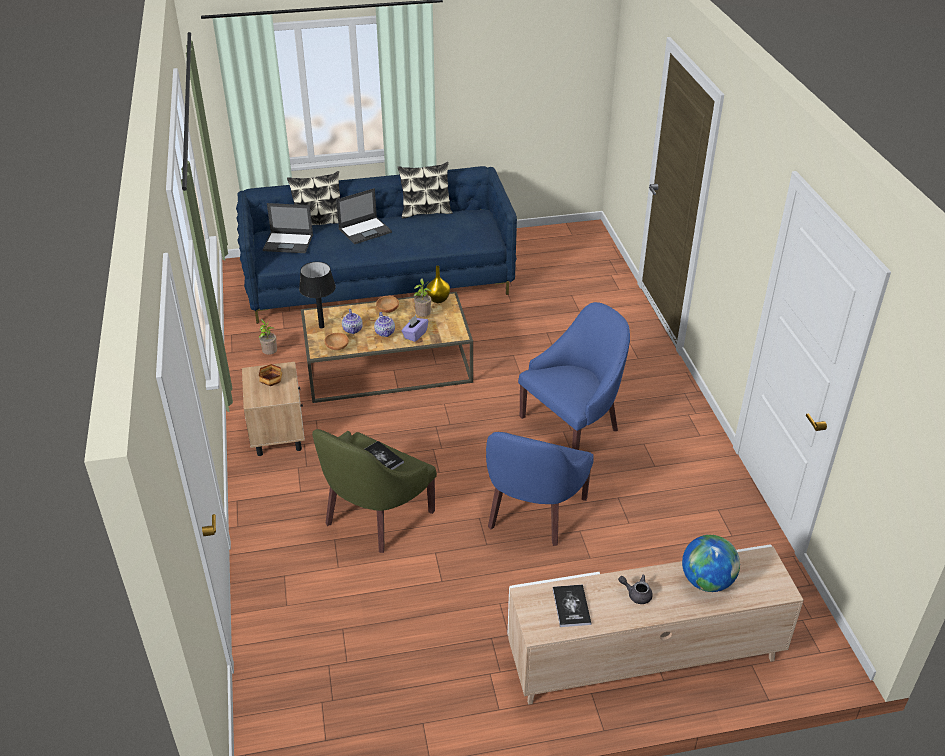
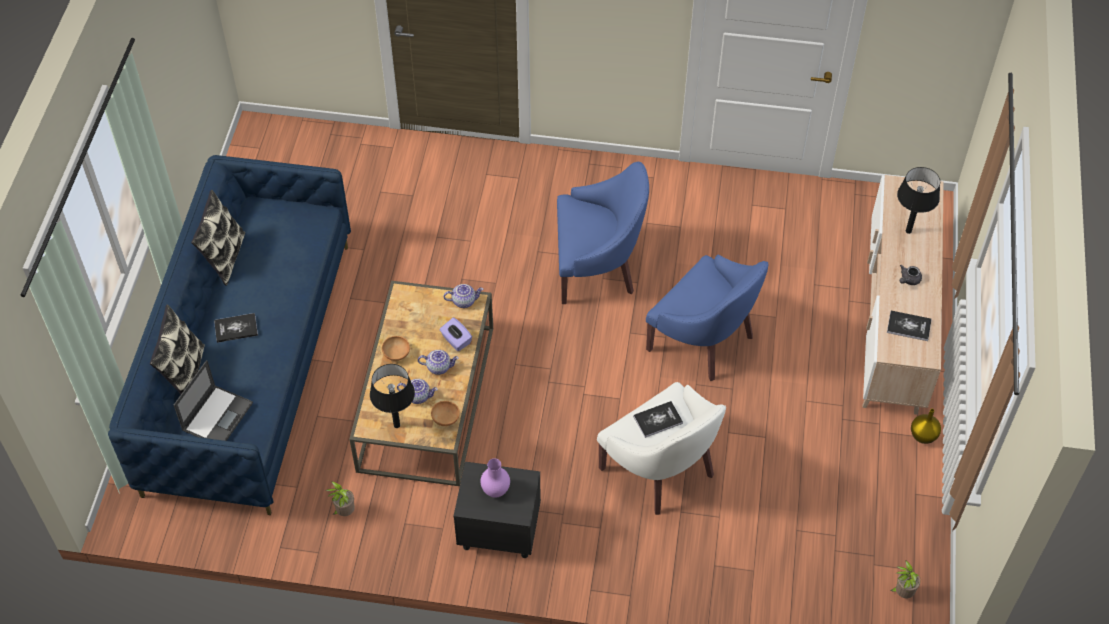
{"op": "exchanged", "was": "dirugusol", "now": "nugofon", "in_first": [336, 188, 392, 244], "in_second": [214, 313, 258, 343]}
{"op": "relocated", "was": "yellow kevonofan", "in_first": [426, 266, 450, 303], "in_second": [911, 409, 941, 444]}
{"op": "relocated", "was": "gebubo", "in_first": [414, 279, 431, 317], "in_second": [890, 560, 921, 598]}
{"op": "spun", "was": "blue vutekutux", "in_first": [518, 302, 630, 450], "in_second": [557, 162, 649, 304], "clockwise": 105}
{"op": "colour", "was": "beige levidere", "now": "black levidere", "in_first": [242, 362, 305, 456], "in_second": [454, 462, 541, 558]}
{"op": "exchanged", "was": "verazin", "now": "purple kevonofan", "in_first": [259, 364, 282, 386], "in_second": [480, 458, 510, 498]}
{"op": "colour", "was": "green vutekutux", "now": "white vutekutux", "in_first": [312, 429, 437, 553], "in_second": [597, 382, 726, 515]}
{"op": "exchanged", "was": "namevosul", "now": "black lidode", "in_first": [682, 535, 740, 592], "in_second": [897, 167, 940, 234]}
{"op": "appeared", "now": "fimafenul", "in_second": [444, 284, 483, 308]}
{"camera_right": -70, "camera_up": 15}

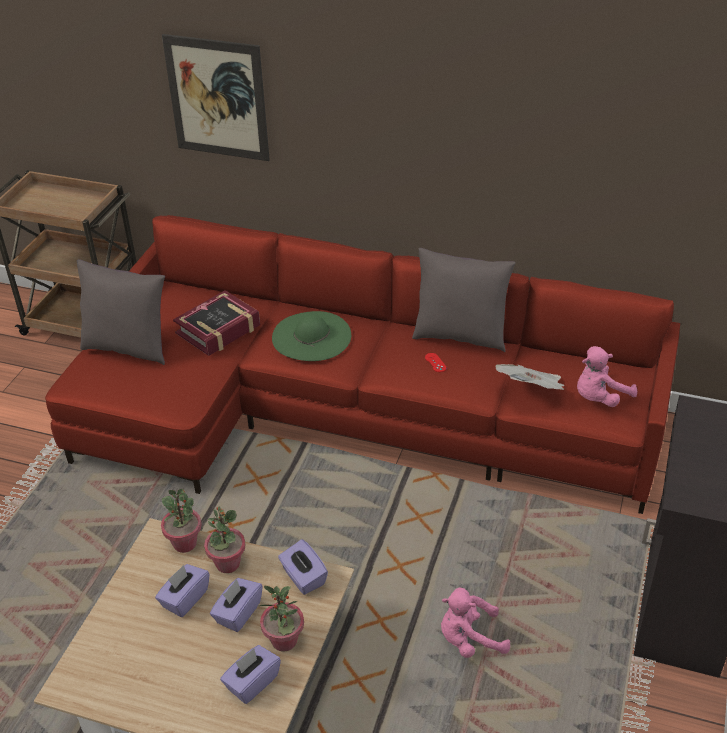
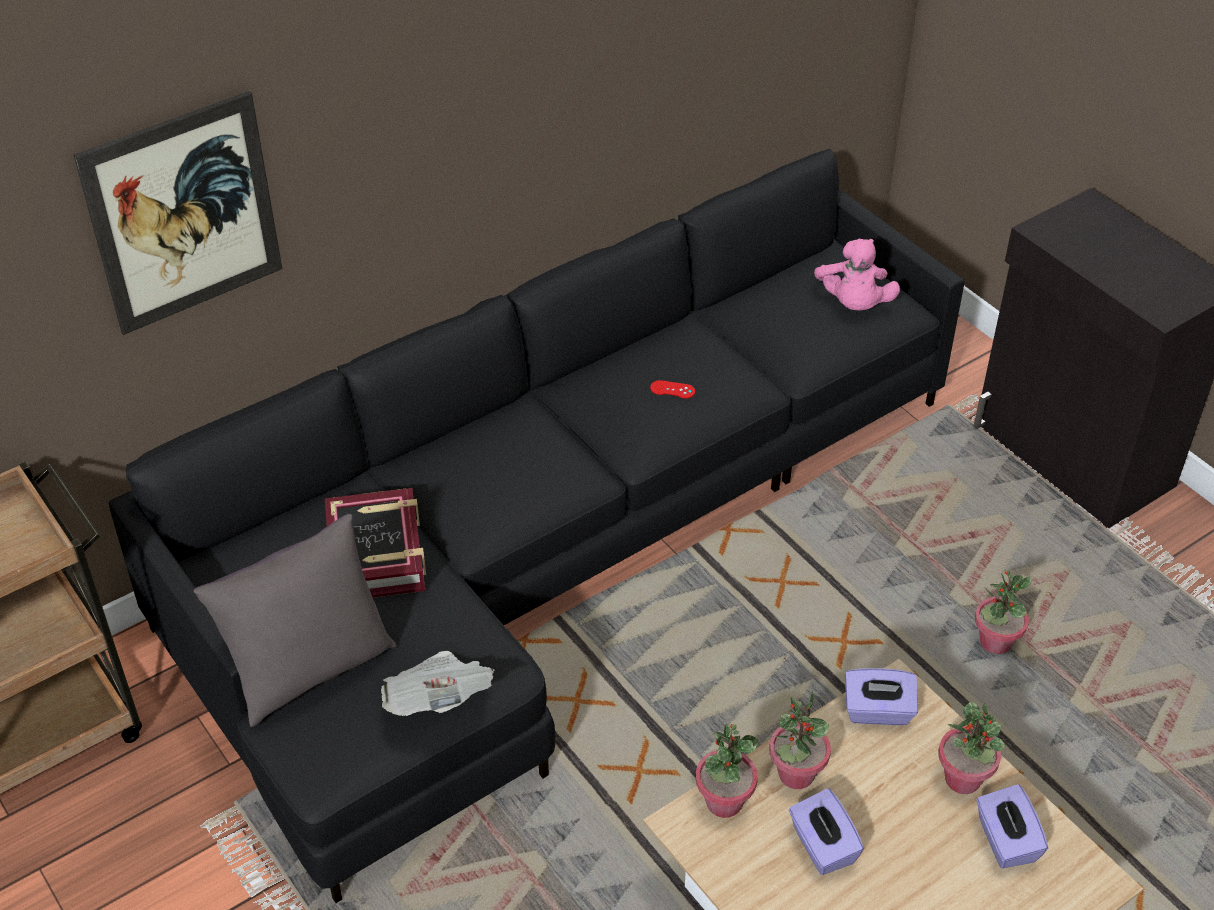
{"op": "colour", "was": "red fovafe", "now": "black fovafe", "in_first": [45, 215, 680, 514], "in_second": [109, 148, 965, 903]}
{"op": "missing", "was": "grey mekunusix", "in_first": [412, 248, 516, 352]}
{"op": "missing", "was": "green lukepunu", "in_first": [272, 311, 351, 361]}
{"op": "relocated", "was": "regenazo", "in_first": [495, 364, 564, 390], "in_second": [381, 651, 494, 716]}
{"op": "missing", "was": "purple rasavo", "in_first": [210, 578, 263, 632]}
{"op": "exchanged", "was": "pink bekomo", "now": "gebubo", "in_first": [441, 588, 510, 658], "in_second": [975, 570, 1031, 654]}
{"camera_right": -55, "camera_up": 5}

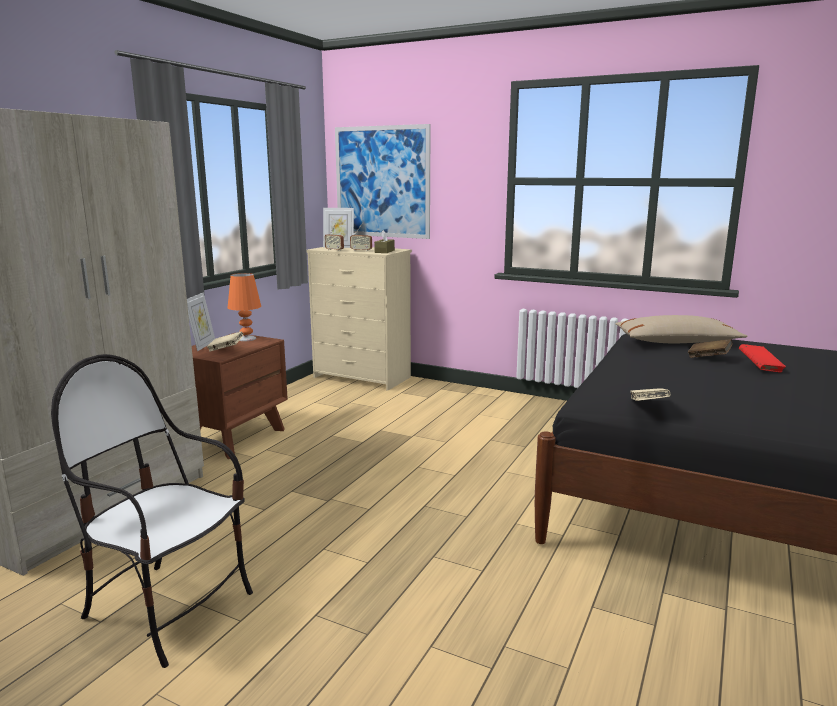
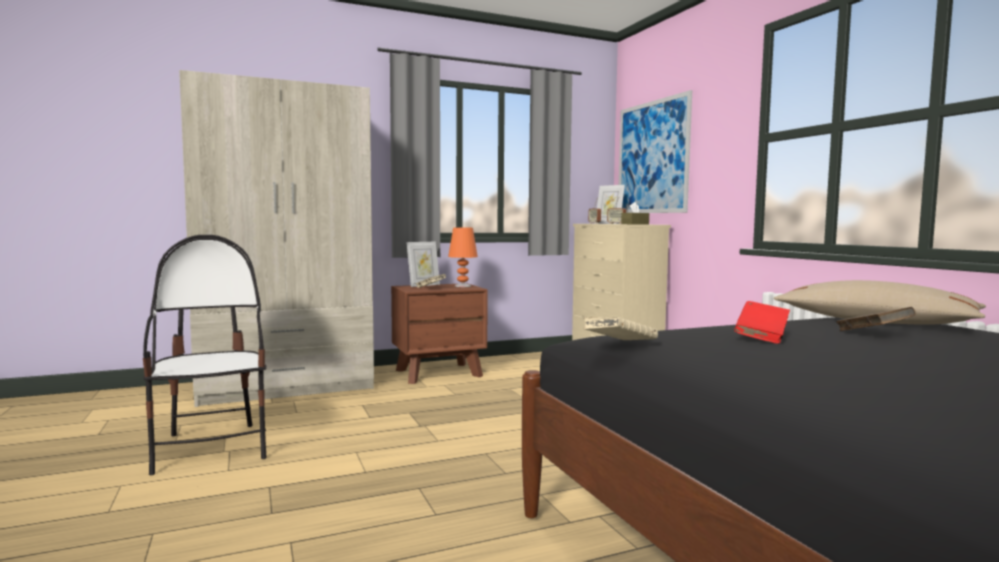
{"op": "relocated", "was": "red nugofon", "in_first": [739, 344, 786, 373], "in_second": [734, 301, 790, 344]}
{"camera_right": 40, "camera_up": -10}

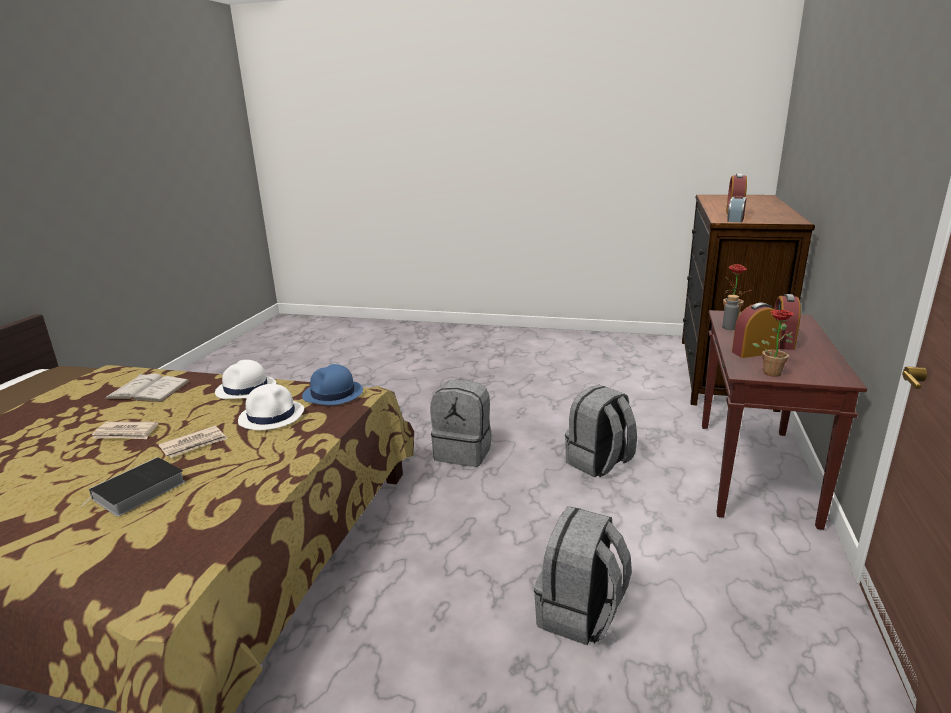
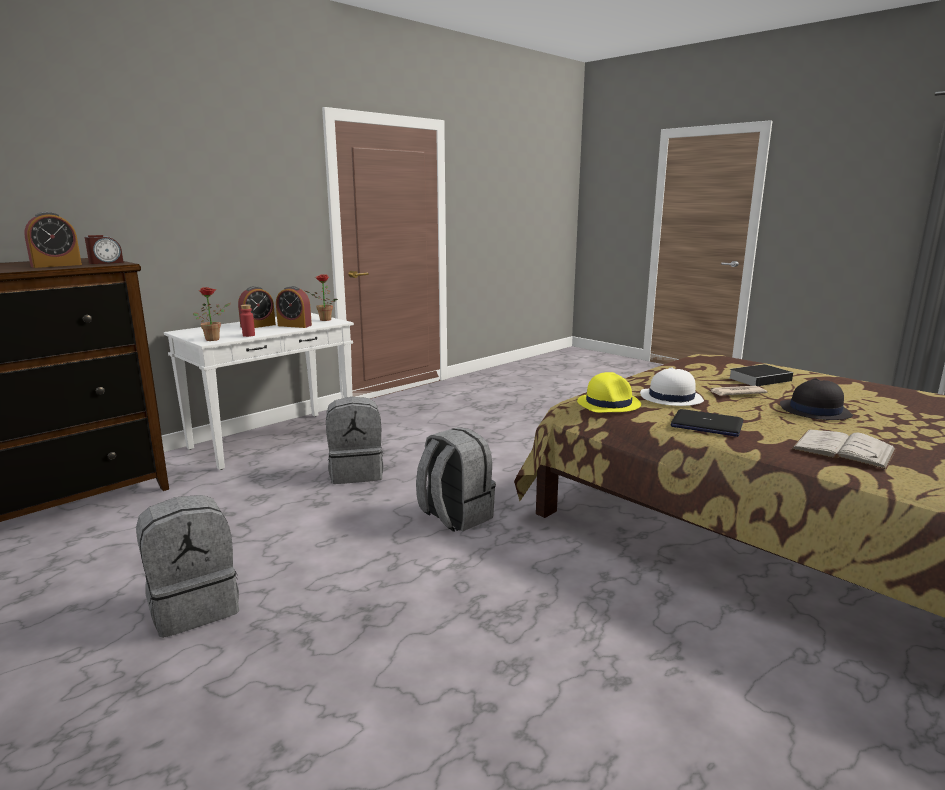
{"op": "colour", "was": "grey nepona", "now": "red nepona", "in_first": [722, 295, 739, 330], "in_second": [241, 304, 255, 337]}
{"op": "colour", "was": "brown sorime", "now": "white sorime", "in_first": [702, 310, 867, 530], "in_second": [164, 313, 354, 470]}
{"op": "exchanged", "was": "white lukepunu", "now": "dirugusol", "in_first": [215, 360, 276, 399], "in_second": [670, 409, 743, 437]}
{"op": "colour", "was": "blue lukepunu", "now": "yellow lukepunu", "in_first": [302, 364, 363, 405], "in_second": [577, 372, 641, 413]}
{"op": "exchanged", "was": "regenazo", "now": "black lukepunu", "in_first": [92, 422, 158, 439], "in_second": [780, 378, 853, 420]}
{"op": "relocated", "was": "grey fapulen", "in_first": [534, 506, 632, 645], "in_second": [136, 495, 239, 638]}
{"camera_right": -150, "camera_up": -5}

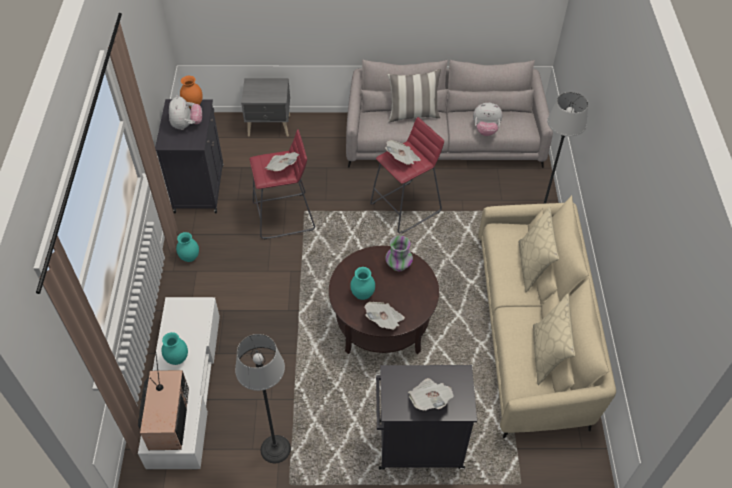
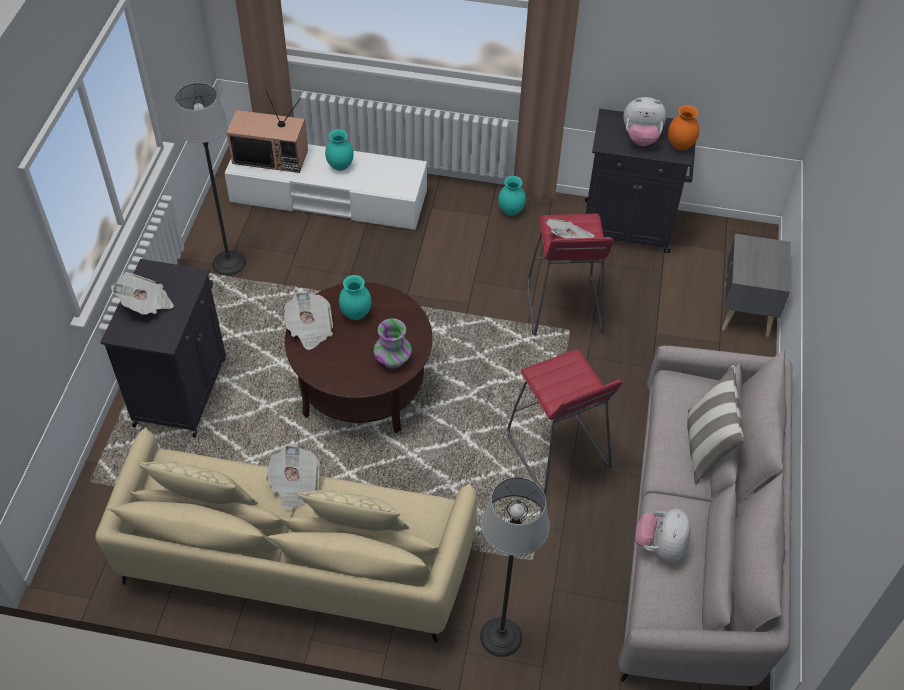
{"op": "relocated", "was": "regenazo", "in_first": [385, 140, 421, 165], "in_second": [266, 444, 320, 510]}
{"camera_right": 100, "camera_up": 0}

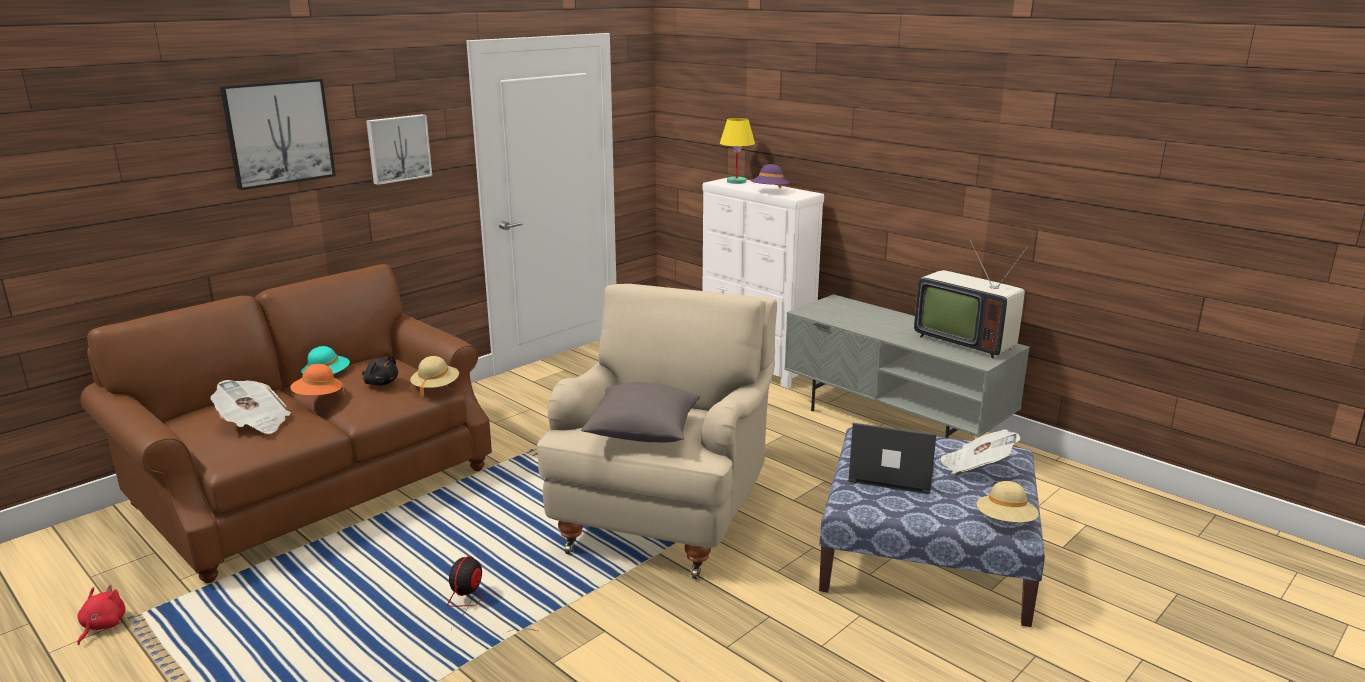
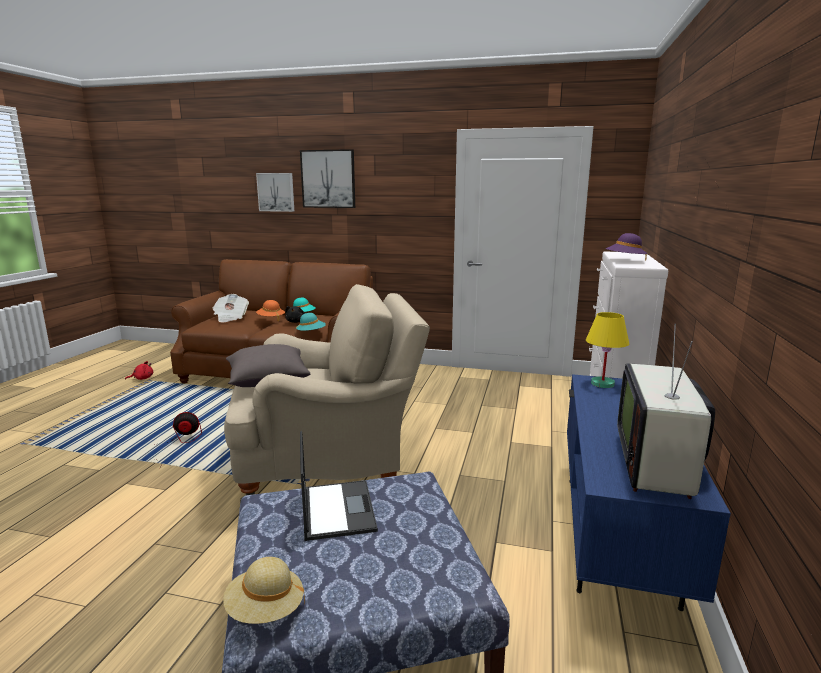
{"op": "relocated", "was": "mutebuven", "in_first": [366, 114, 432, 185], "in_second": [256, 173, 294, 212]}
{"op": "relocated", "was": "yellow lidode", "in_first": [720, 118, 755, 184], "in_second": [586, 312, 629, 388]}
{"op": "colour", "was": "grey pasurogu", "now": "blue pasurogu", "in_first": [784, 294, 1030, 438], "in_second": [567, 374, 731, 611]}
{"op": "colour", "was": "beige lukepunu", "now": "turquoise lukepunu", "in_first": [410, 356, 459, 397], "in_second": [296, 313, 326, 331]}
{"op": "missing", "was": "regenazo", "in_first": [940, 430, 1020, 474]}
{"camera_right": 60, "camera_up": -5}

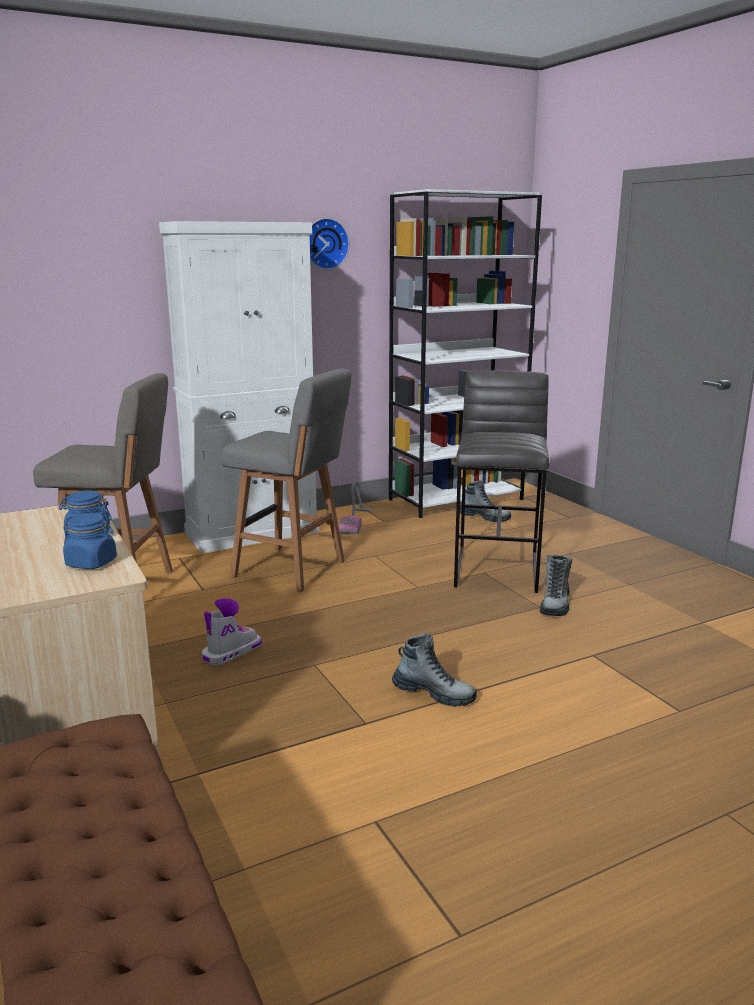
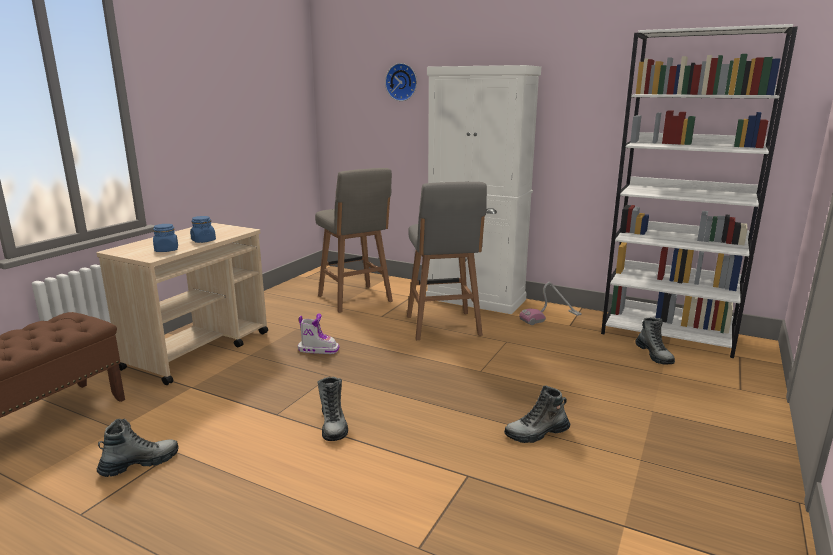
{"op": "relocated", "was": "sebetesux", "in_first": [310, 218, 350, 270], "in_second": [385, 63, 417, 101]}
{"op": "missing", "was": "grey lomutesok", "in_first": [454, 370, 549, 593]}
{"op": "appeared", "now": "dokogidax", "in_second": [96, 419, 178, 477]}
{"camera_right": 55, "camera_up": 0}

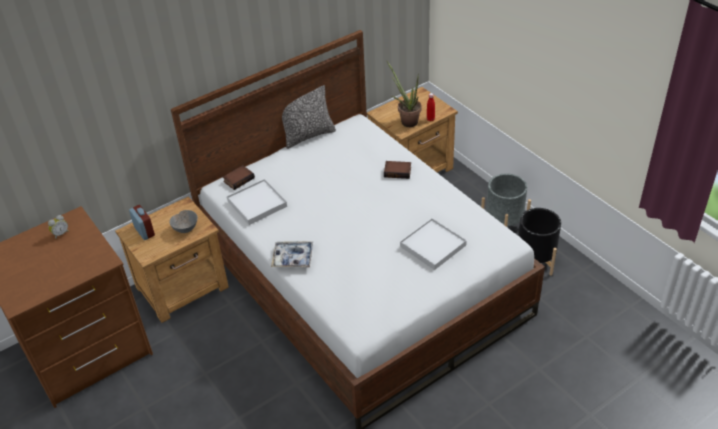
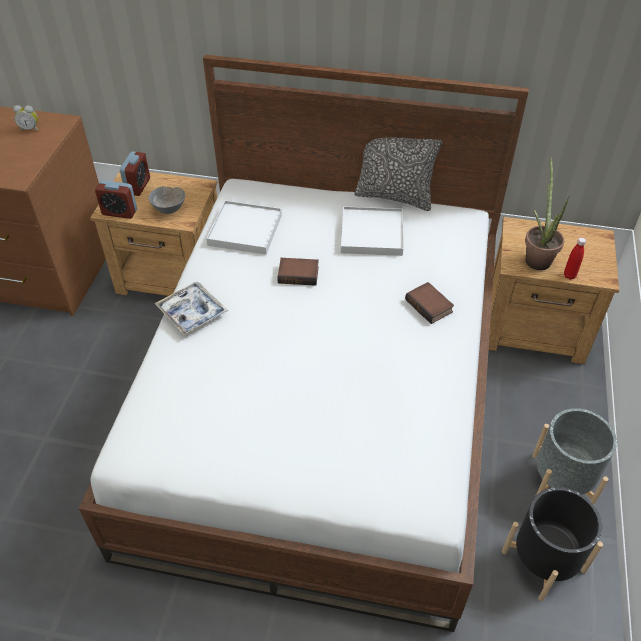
{"op": "relocated", "was": "nugofon", "in_first": [223, 165, 255, 190], "in_second": [277, 258, 319, 286]}
{"op": "relocated", "was": "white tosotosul", "in_first": [400, 218, 467, 270], "in_second": [341, 206, 403, 256]}
{"op": "appeared", "now": "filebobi", "in_second": [95, 180, 137, 219]}
{"camera_right": 45, "camera_up": 5}

